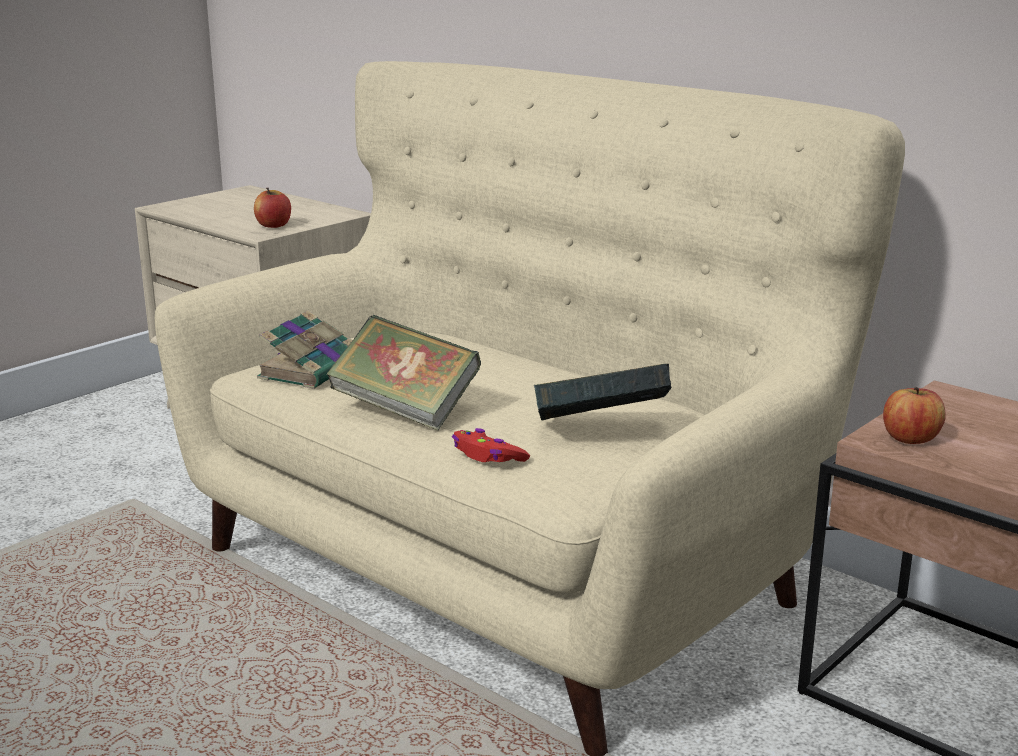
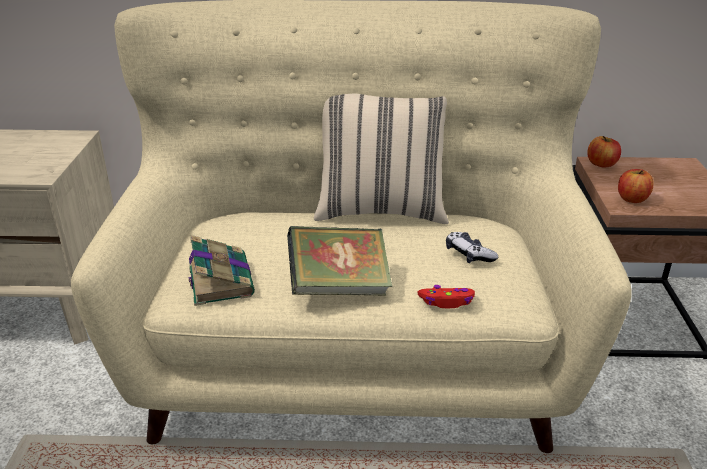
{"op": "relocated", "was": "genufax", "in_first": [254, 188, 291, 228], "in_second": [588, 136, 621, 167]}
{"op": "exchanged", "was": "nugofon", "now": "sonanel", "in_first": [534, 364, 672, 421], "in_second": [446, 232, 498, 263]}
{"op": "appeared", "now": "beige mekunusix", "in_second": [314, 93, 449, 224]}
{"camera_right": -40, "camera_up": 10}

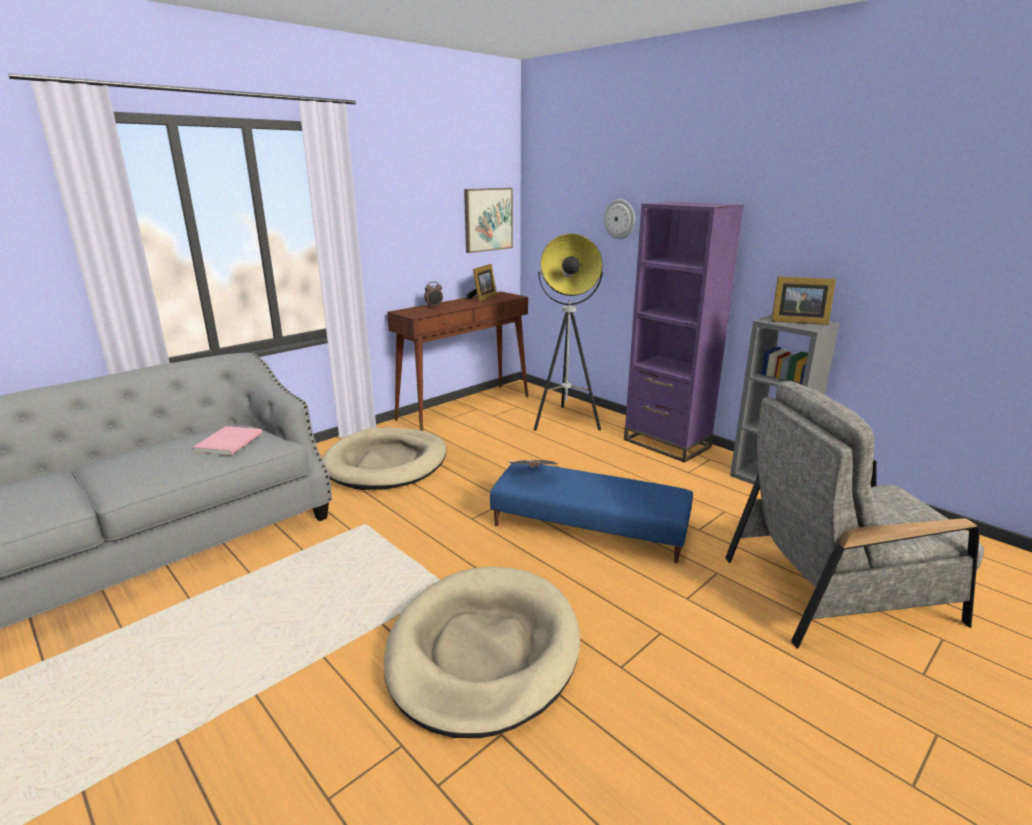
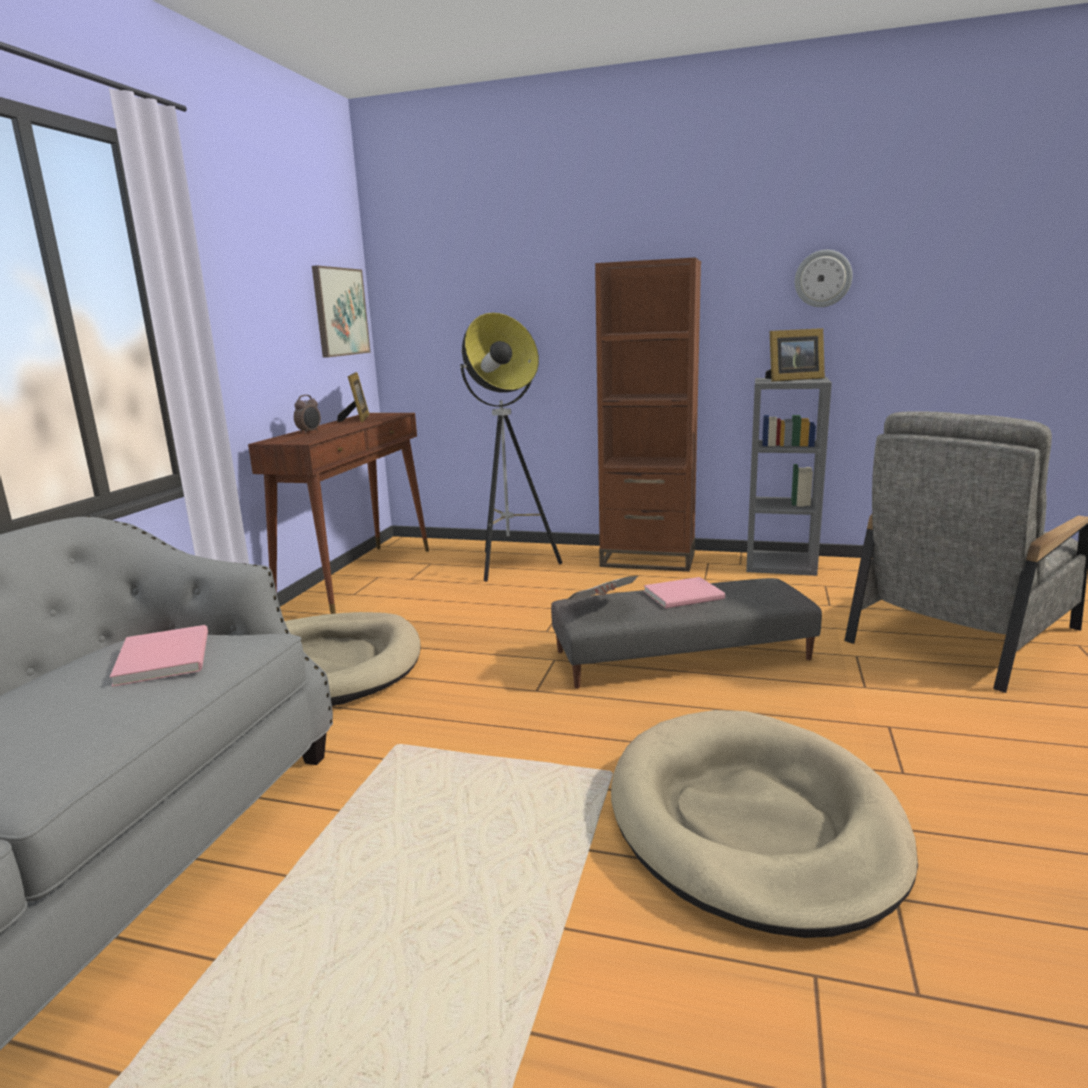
{"op": "relocated", "was": "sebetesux", "in_first": [604, 199, 635, 239], "in_second": [795, 250, 853, 307]}
{"op": "colour", "was": "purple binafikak", "now": "brown binafikak", "in_first": [624, 202, 744, 463], "in_second": [595, 257, 701, 572]}
{"op": "colour", "was": "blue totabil", "now": "grey totabil", "in_first": [490, 464, 693, 563], "in_second": [551, 578, 822, 689]}
{"op": "appeared", "now": "pink nugofon", "in_second": [644, 577, 725, 608]}
{"camera_right": -30, "camera_up": -5}

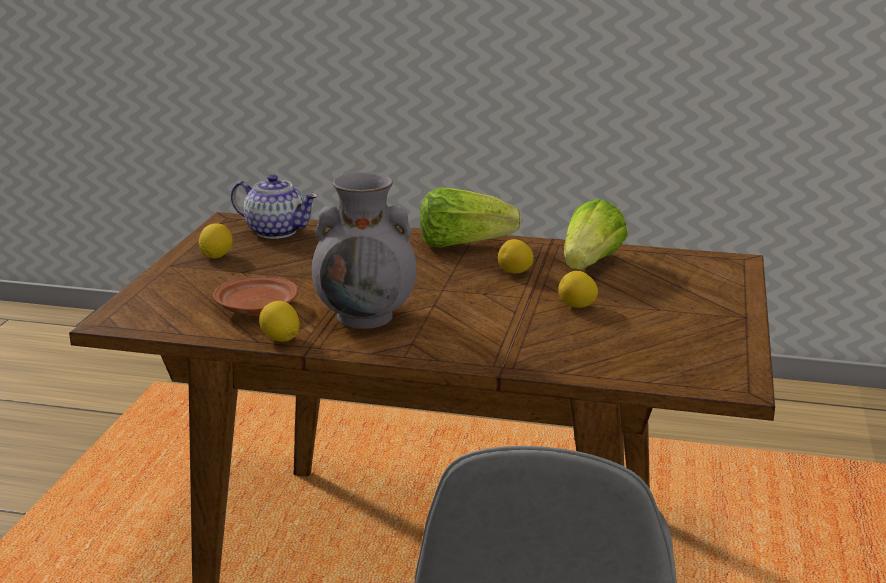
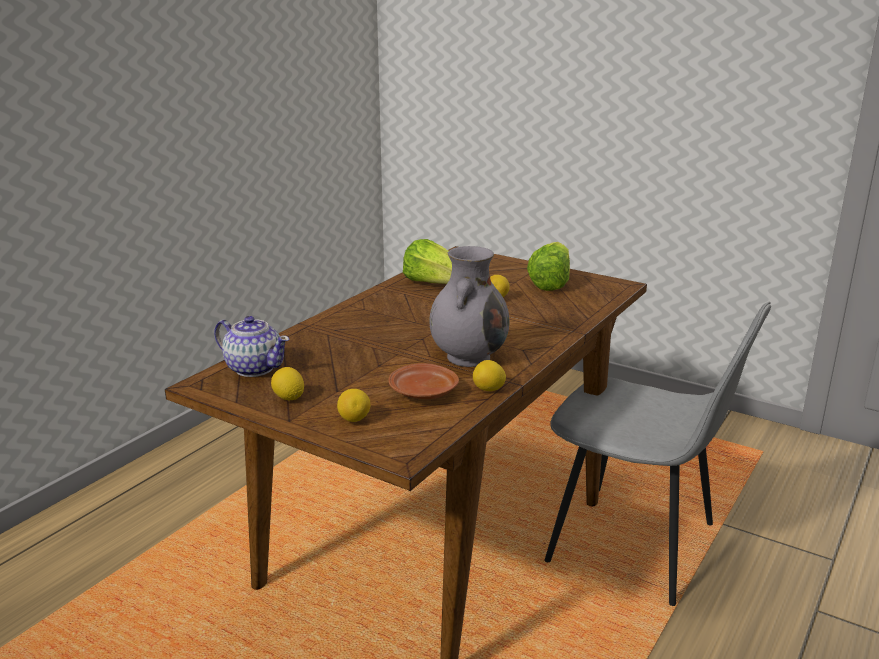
{"op": "spun", "was": "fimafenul", "in_first": [231, 174, 318, 239], "in_second": [214, 316, 290, 377], "clockwise": 75}
{"op": "relocated", "was": "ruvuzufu", "in_first": [420, 187, 521, 247], "in_second": [527, 242, 570, 291]}
{"op": "relocated", "was": "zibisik", "in_first": [498, 239, 534, 273], "in_second": [337, 389, 370, 422]}
{"camera_right": -70, "camera_up": 0}

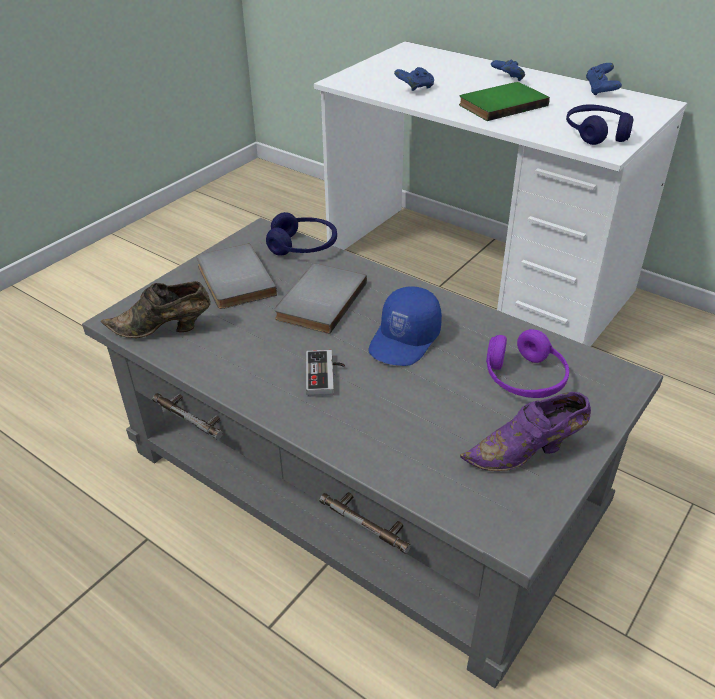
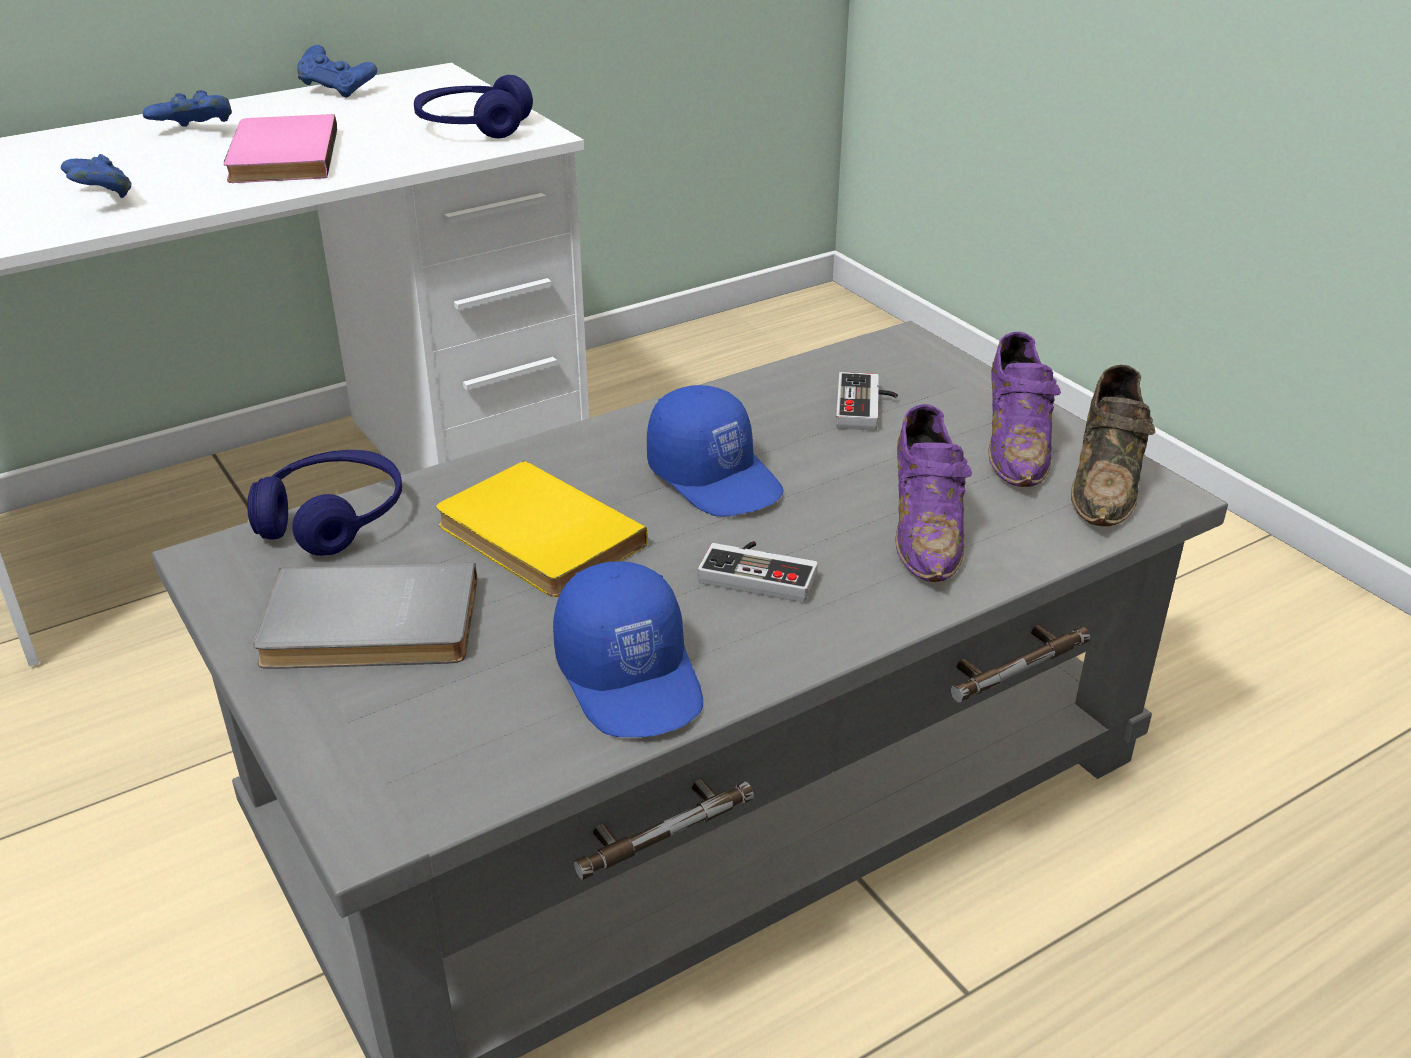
{"op": "colour", "was": "green nugofon", "now": "pink nugofon", "in_first": [459, 82, 550, 121], "in_second": [224, 114, 337, 183]}
{"op": "colour", "was": "grey nugofon", "now": "yellow nugofon", "in_first": [274, 264, 367, 334], "in_second": [436, 461, 648, 597]}
{"op": "relocated", "was": "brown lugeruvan", "in_first": [101, 281, 211, 338], "in_second": [1071, 365, 1155, 526]}
{"op": "exchanged", "was": "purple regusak", "now": "sonanel", "in_first": [486, 329, 569, 398], "in_second": [836, 372, 898, 431]}
{"op": "appeared", "now": "purple lugeruvan", "in_second": [895, 404, 972, 582]}
{"op": "appeared", "now": "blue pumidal", "in_second": [553, 561, 703, 737]}
{"camera_right": -70, "camera_up": -5}

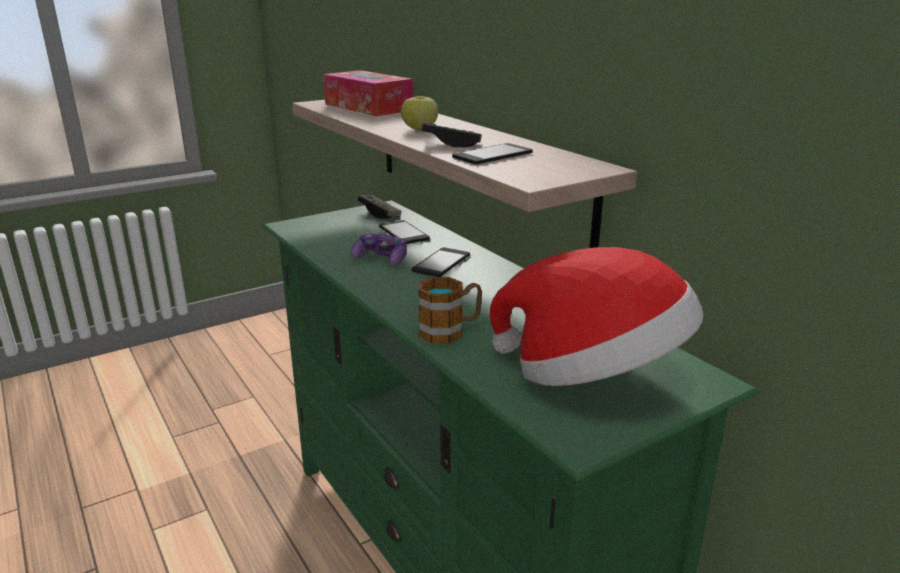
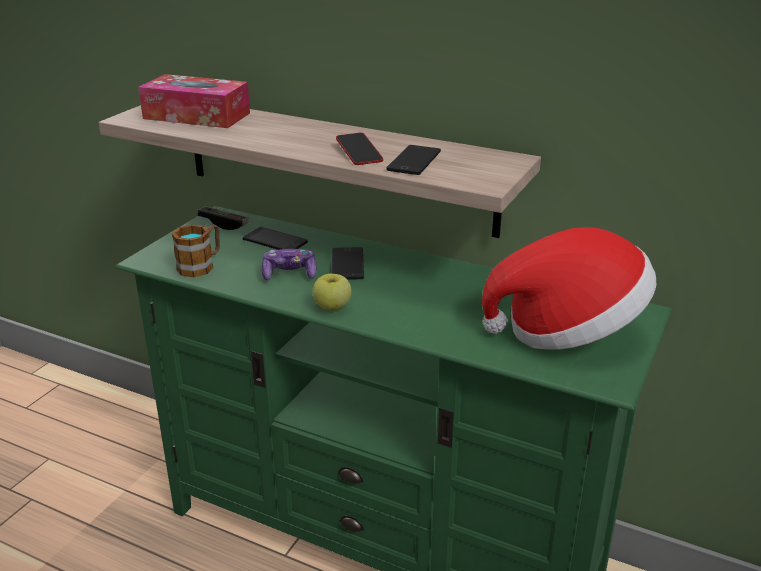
{"op": "relocated", "was": "genufax", "in_first": [401, 96, 438, 130], "in_second": [313, 274, 352, 311]}
{"op": "exchanged", "was": "sonanel", "now": "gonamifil", "in_first": [421, 123, 482, 147], "in_second": [336, 133, 383, 165]}
{"op": "relocated", "was": "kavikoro", "in_first": [418, 277, 482, 343], "in_second": [172, 224, 220, 277]}
{"camera_right": -30, "camera_up": 5}

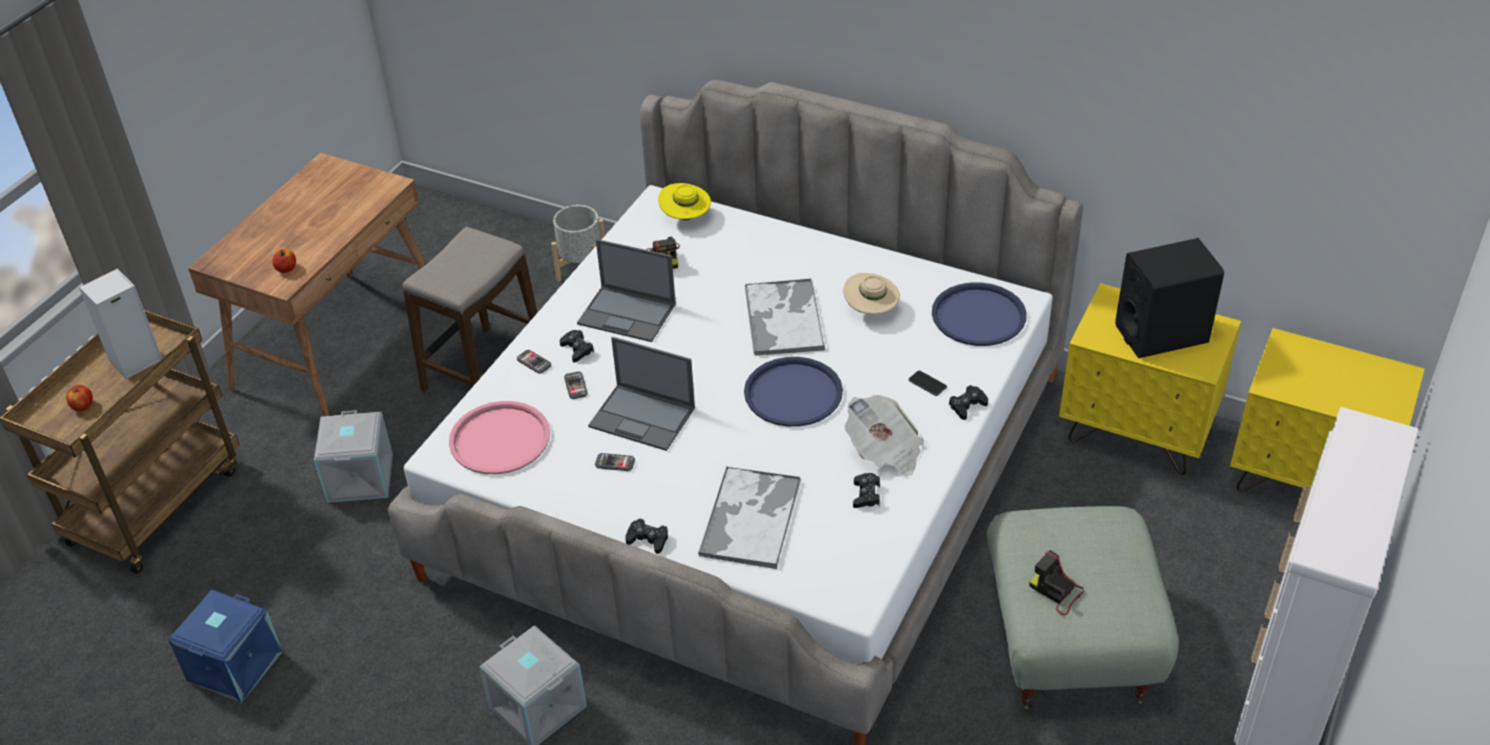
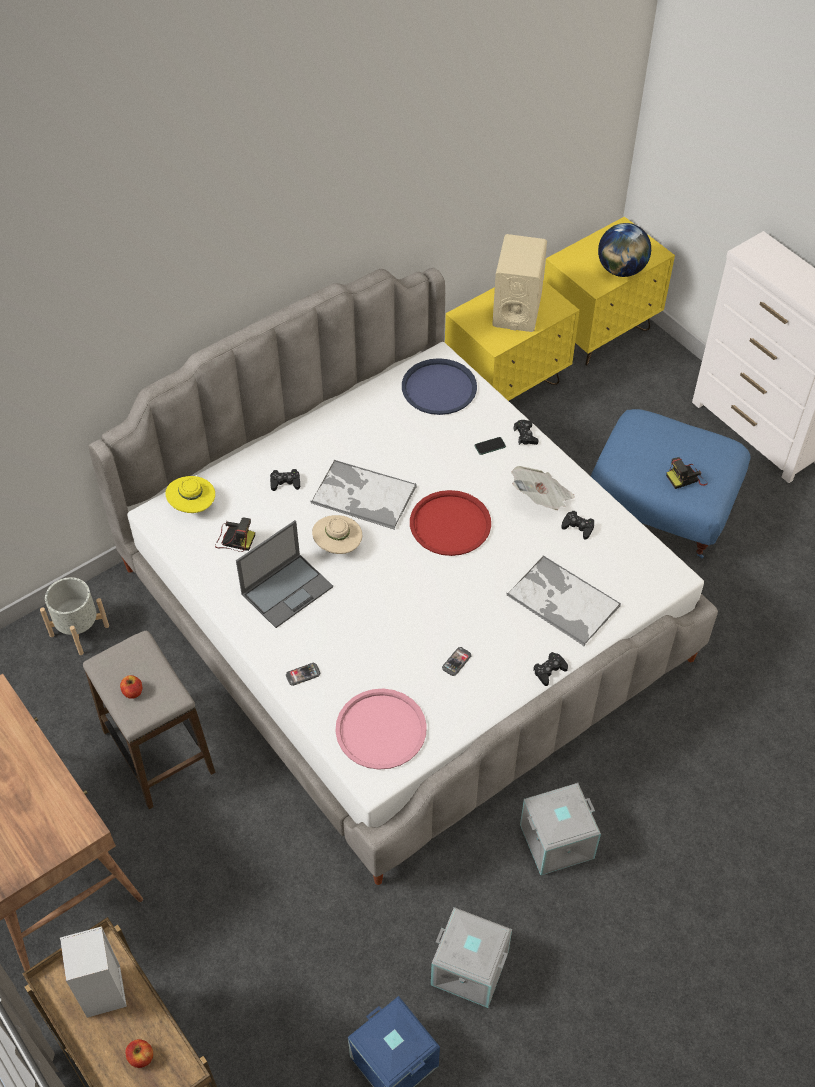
{"op": "colour", "was": "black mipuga", "now": "beige mipuga", "in_first": [1115, 238, 1224, 358], "in_second": [492, 234, 547, 332]}
{"op": "relocated", "was": "genufax", "in_first": [272, 249, 296, 273], "in_second": [120, 675, 142, 699]}
{"op": "relocated", "was": "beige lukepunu", "in_first": [844, 273, 900, 314], "in_second": [312, 515, 362, 554]}
{"op": "relocated", "was": "black sonanel", "in_first": [560, 330, 594, 363], "in_second": [270, 469, 300, 491]}
{"op": "missing", "was": "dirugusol", "in_first": [588, 337, 695, 451]}
{"op": "colour", "was": "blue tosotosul", "now": "red tosotosul", "in_first": [744, 357, 843, 427], "in_second": [410, 490, 491, 556]}
{"op": "missing", "was": "gonamifil", "in_first": [564, 371, 588, 399]}
{"op": "relocated", "was": "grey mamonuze", "in_first": [314, 410, 393, 503], "in_second": [431, 907, 512, 1008]}
{"op": "colour", "was": "grey totabil", "now": "blue totabil", "in_first": [987, 506, 1179, 710], "in_second": [591, 409, 751, 558]}
{"op": "appeared", "now": "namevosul", "in_second": [598, 223, 651, 277]}
{"camera_right": -65, "camera_up": 10}

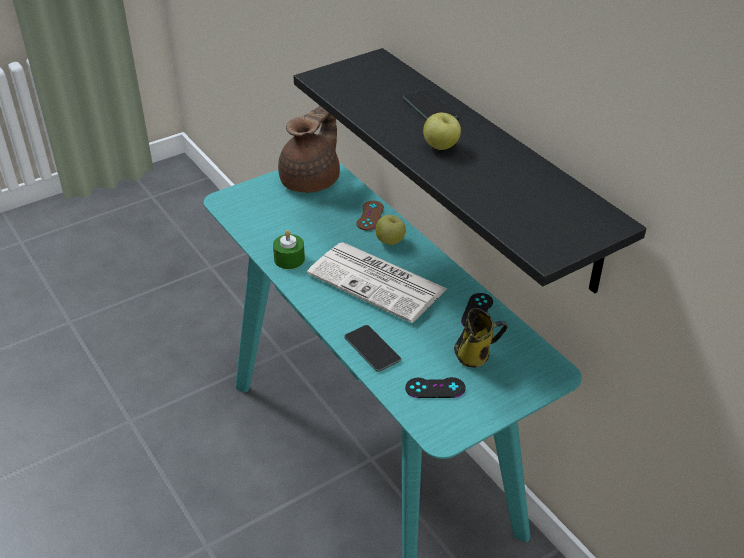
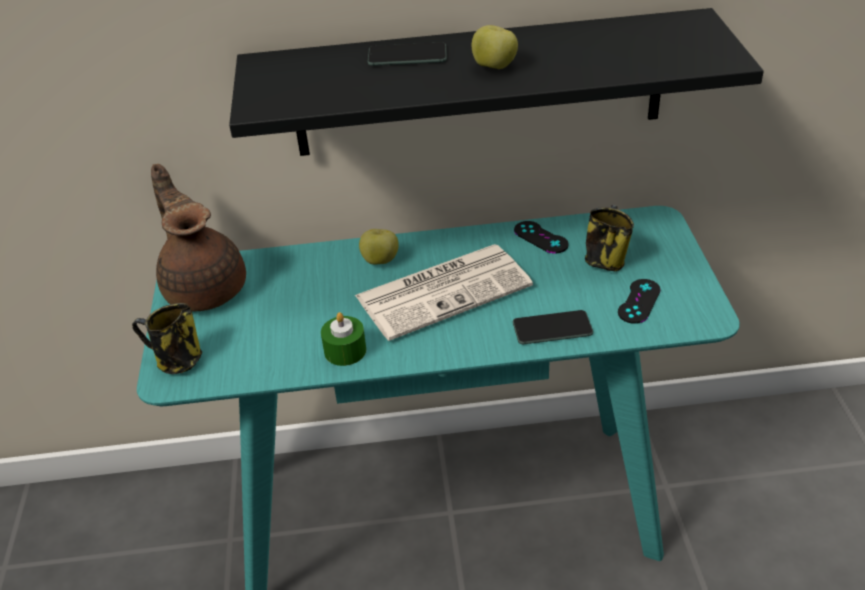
{"op": "missing", "was": "brown sonanel", "in_first": [356, 201, 384, 230]}
{"op": "appeared", "now": "kavikoro", "in_second": [132, 303, 202, 374]}
{"camera_right": -60, "camera_up": 0}

